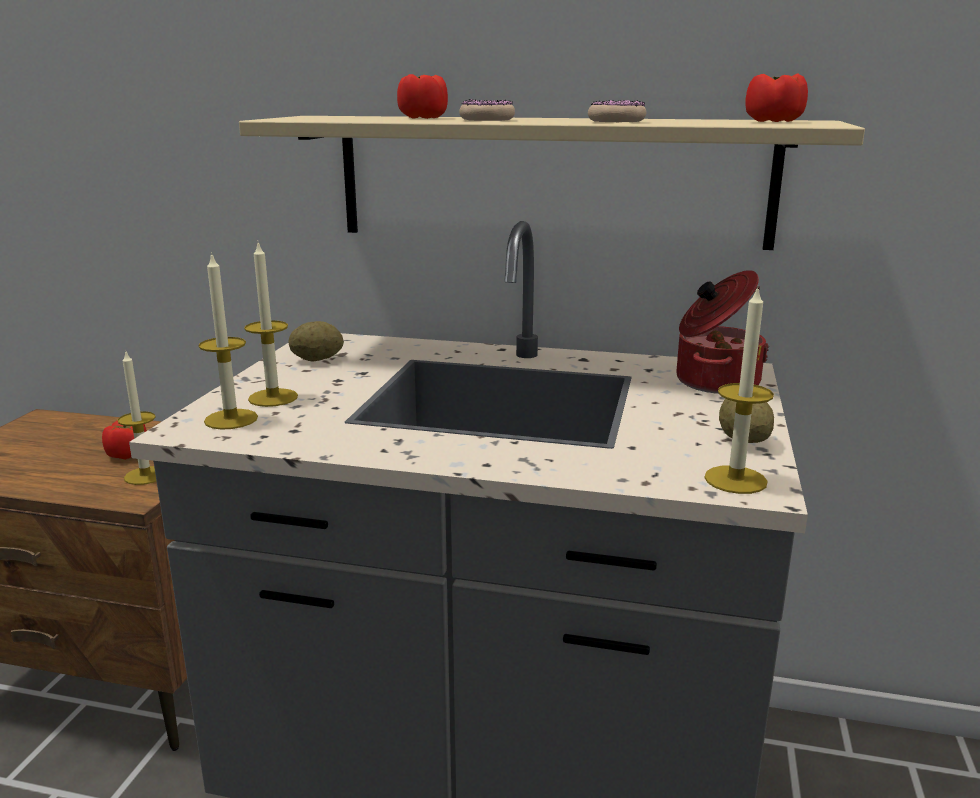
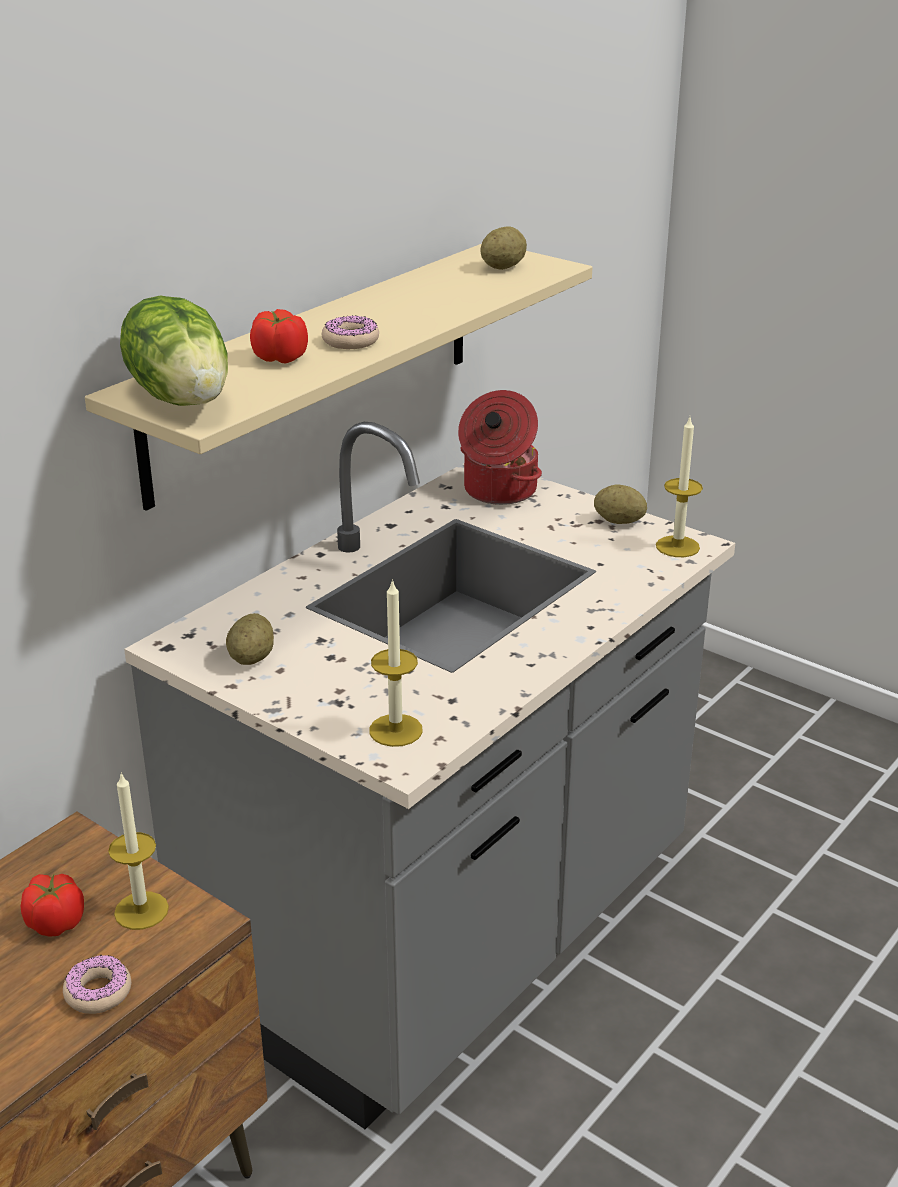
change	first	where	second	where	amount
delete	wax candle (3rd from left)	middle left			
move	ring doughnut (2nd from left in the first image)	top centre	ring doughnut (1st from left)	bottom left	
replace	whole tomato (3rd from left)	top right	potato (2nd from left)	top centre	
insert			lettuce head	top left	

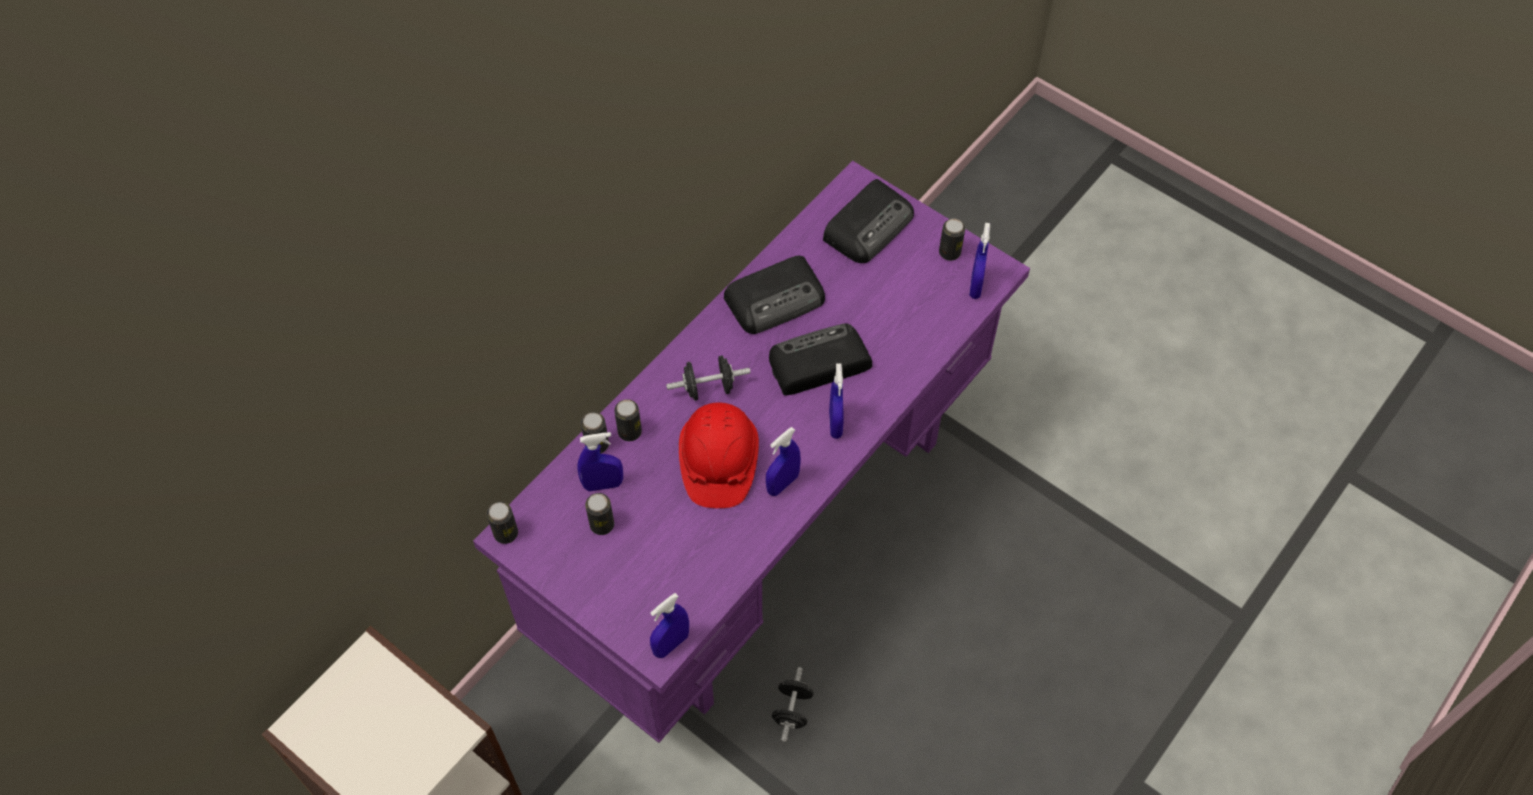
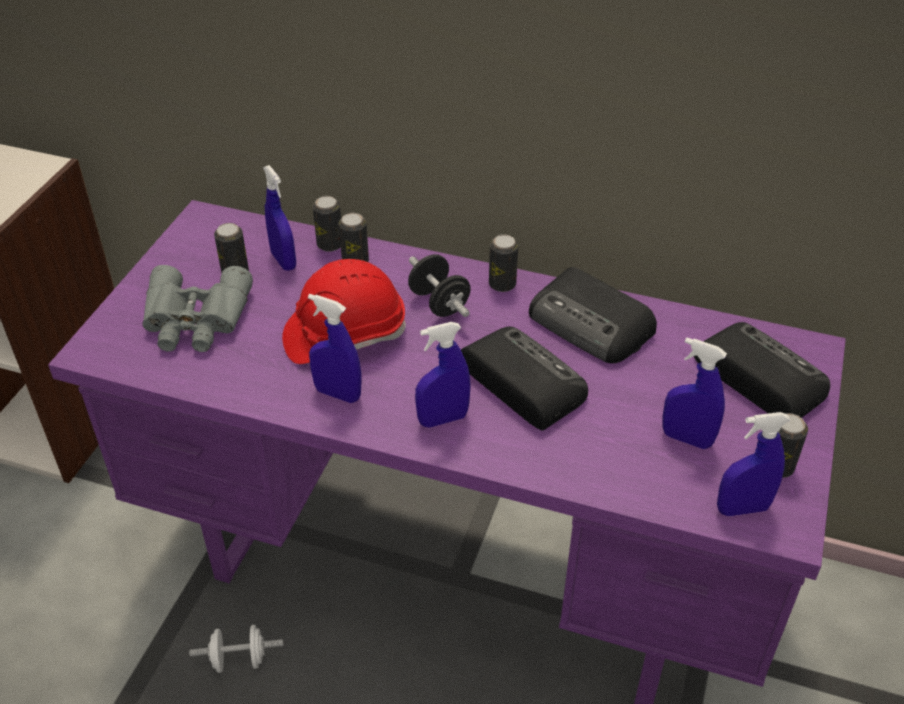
change	first	where	second	where	amount
move	metal can (1st from left in the first image)	middle left	metal can (4th from left)	centre	
move	hand sprayer (bluish) (2nd from left in the first image)	bottom centre	hand sprayer (bluish) (4th from left)	middle right	
recolor	dumbbell (black) (2nd from left)	bottom centre	dumbbell (whitish)	bottom left	
rotate	radio set (3rd from left)	top centre		middle right	150 degrees counterclockwise
insert			pair of binoculars (gray)	middle left	

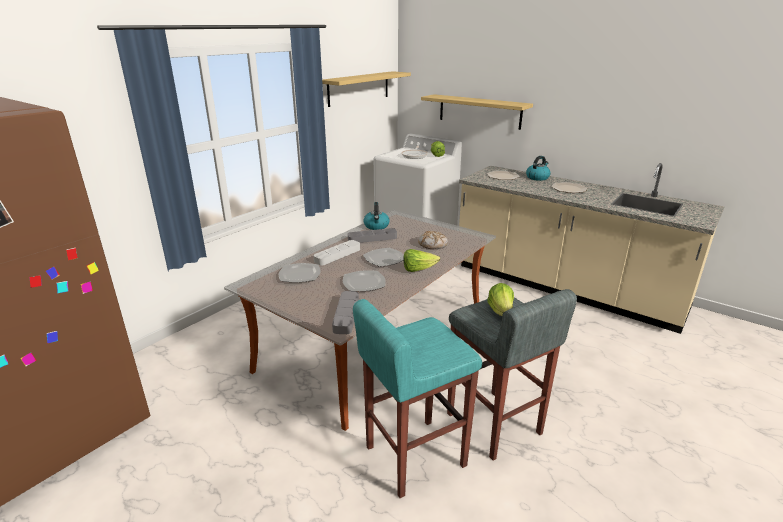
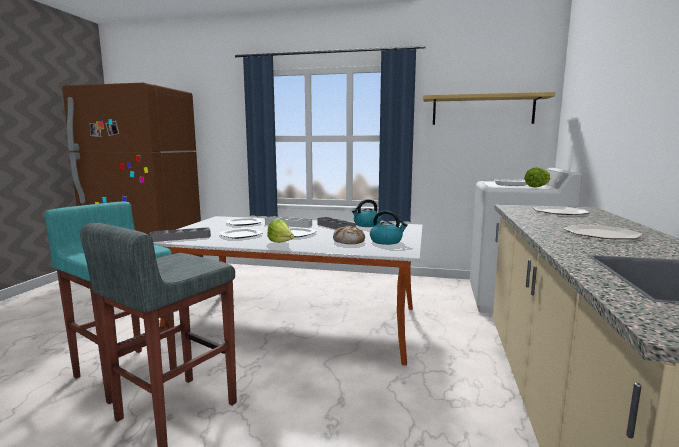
change	first	where	second	where	amount
delete	wall shelf (2nd from left)	top centre			
delete	lettuce head (3rd from left)	centre			
move	tea kettle (2nd from left)	top right		centre	

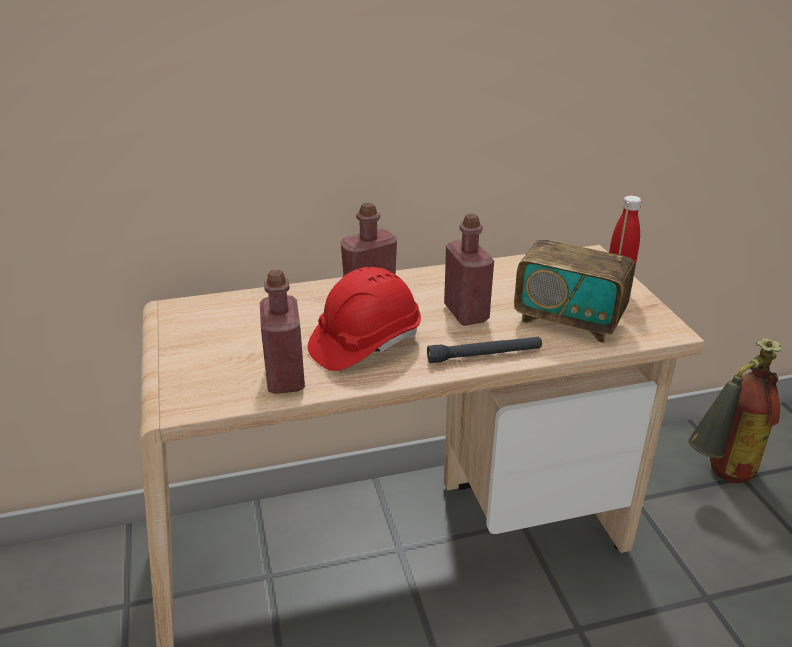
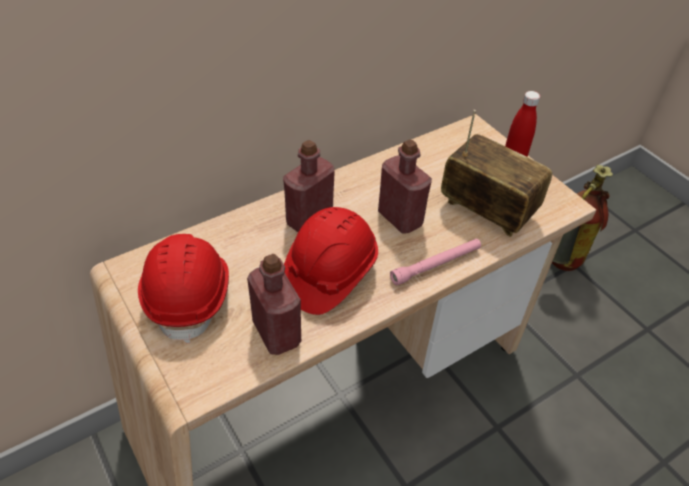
change	first	where	second	where	amount
recolor	flashlight (black)	centre	flashlight (pink-coloured)	centre	
rotate	radio set	middle right		middle right	150 degrees counterclockwise
insert			safety helmet (red-coloured) (1st from left)	middle left	

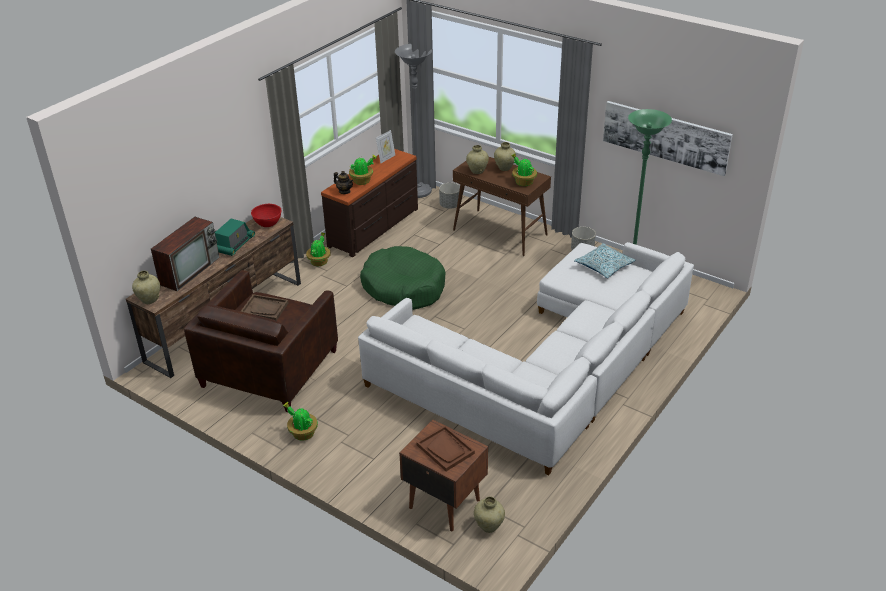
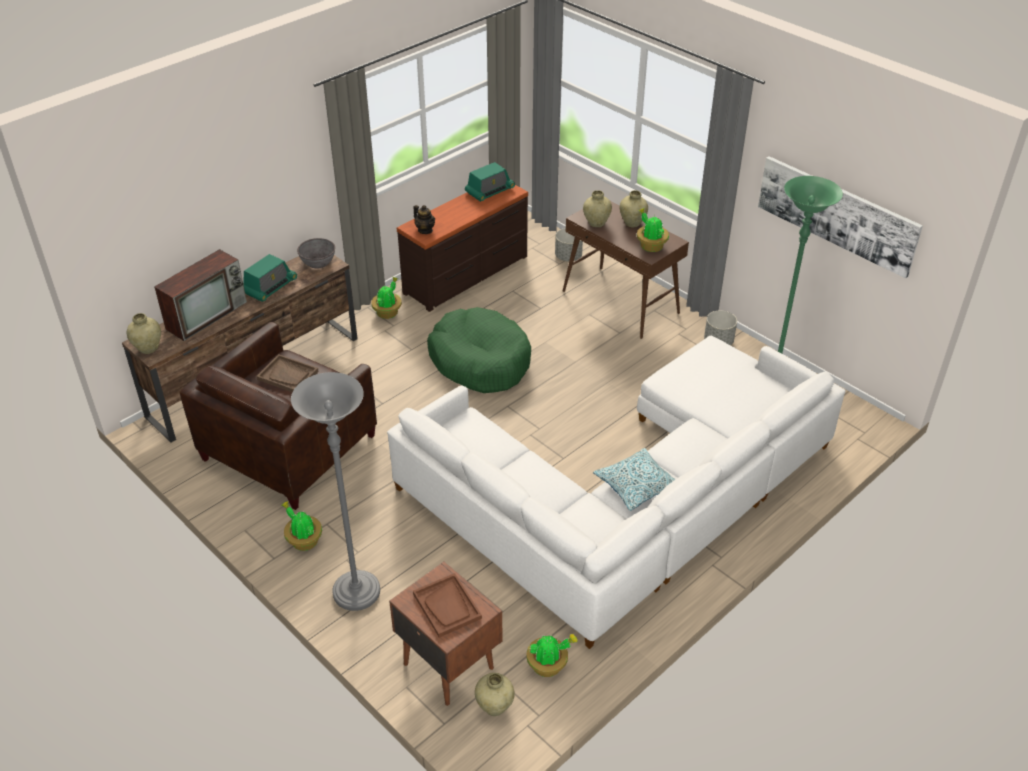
change	first	where	second	where	amount
recolor	deep dish (red-coloured)	middle left	deep dish (gray)	top left	
move	plant in a pot (3rd from left)	top centre		bottom centre	
replace	standing frame	top centre	radio set (2nd from left)	top centre	
move	floor lamp (gray)	top centre		middle left	
move	pillow	middle right		centre	

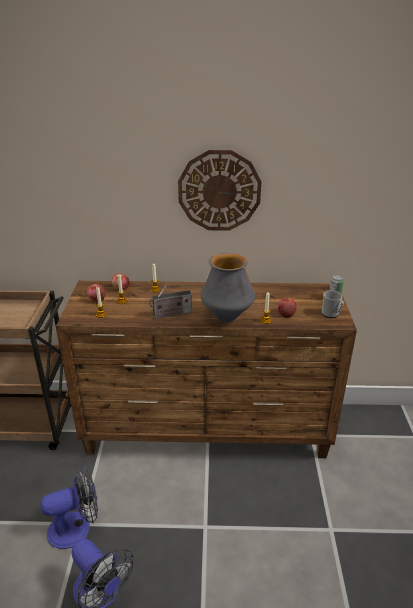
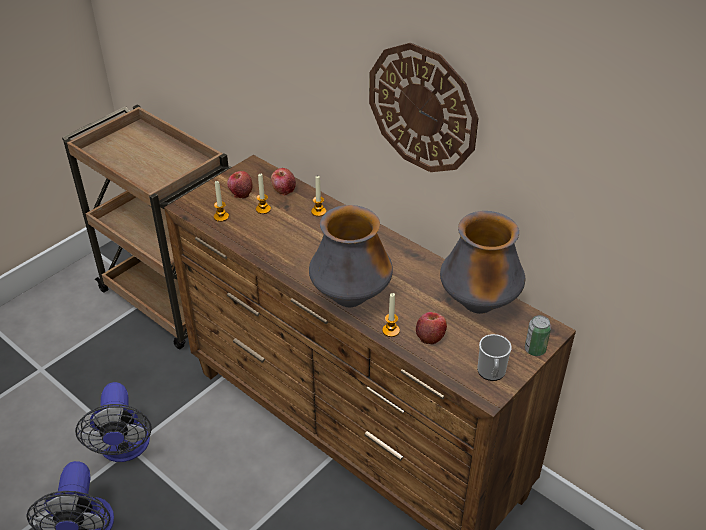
change	first	where	second	where	amount
rotate	electric fan (1st from left in the first image)	bottom left	electric fan (2nd from left)	bottom left	60 degrees clockwise
delete	radio set	centre			
insert			vase (2nd from left)	middle right	

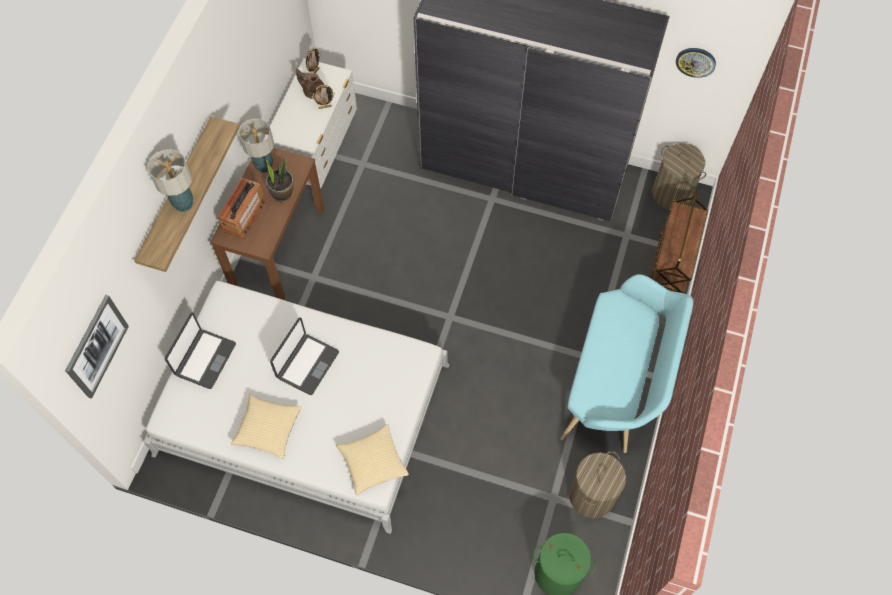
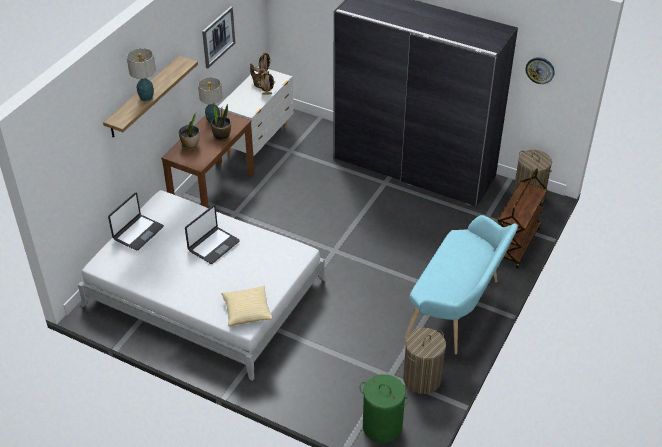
change	first	where	second	where	amount
move	wall art	middle left		top left	
replace	radio set	middle left	plant in a pot (1st from left)	top left	
delete	pillow (1st from left)	bottom left			

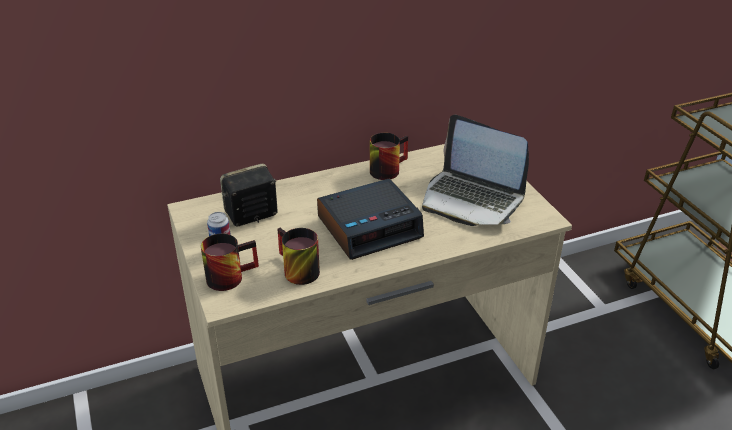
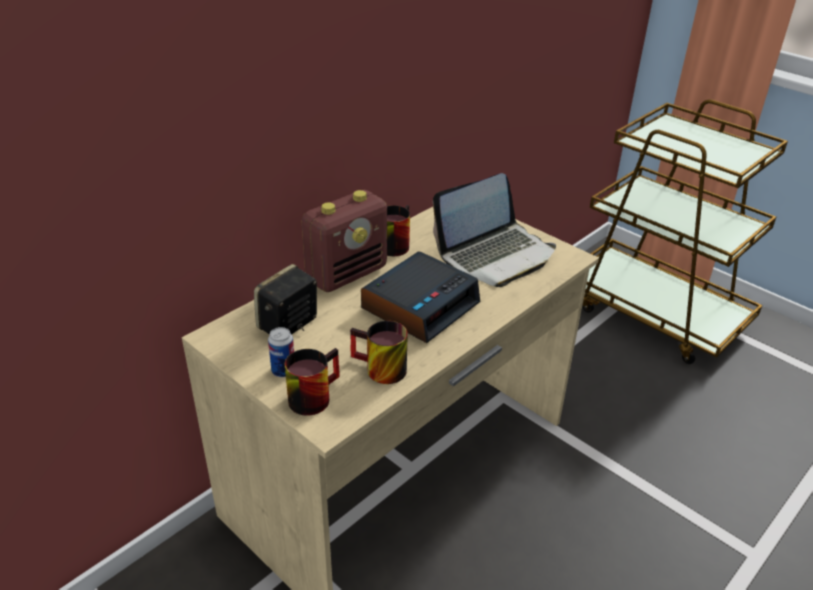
change	first	where	second	where	amount
rotate	portable computer	centre		centre	45 degrees counterclockwise
insert			radio set	centre	

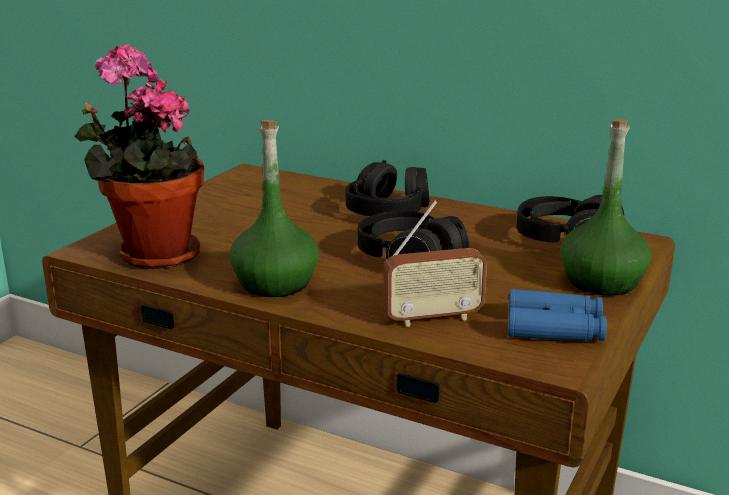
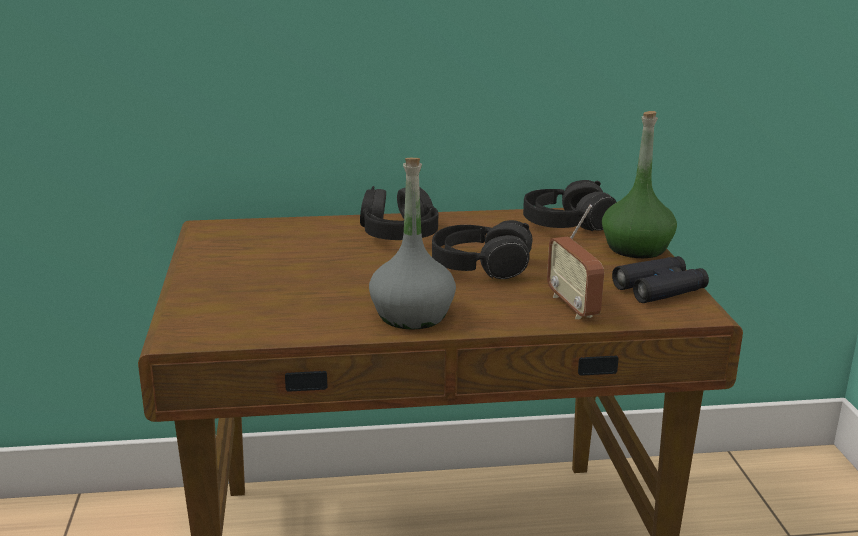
change	first	where	second	where	amount
delete	plant in a pot	top left			
recolor	beverage bottle (green-coloured) (1st from left)	centre	beverage bottle (gray)	centre	
rotate	radio set	centre		middle right	120 degrees clockwise
recolor	pair of binoculars (bluish)	middle right	pair of binoculars (black)	middle right	

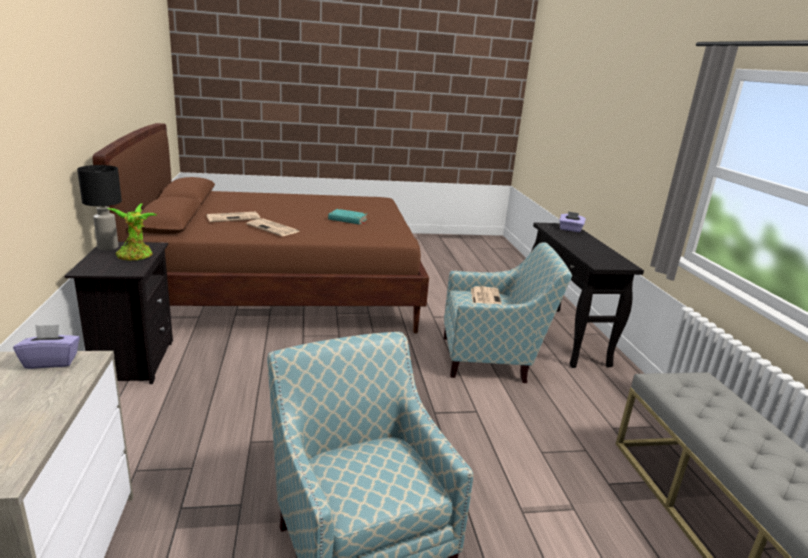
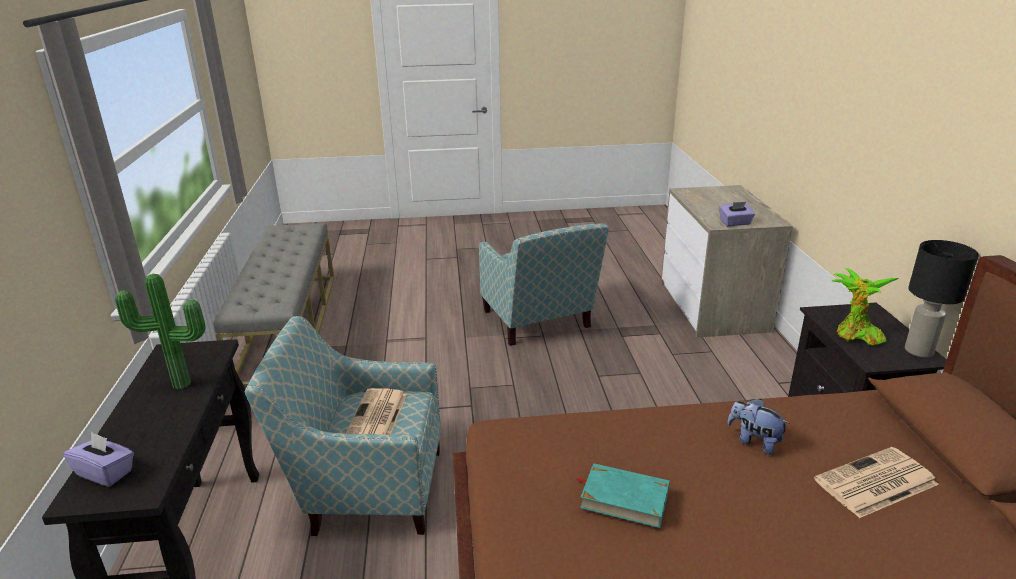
change	first	where	second	where	amount
replace	printed paper (2nd from left)	centre	plush toy	bottom right	
insert			plant in a pot (1st from left)	middle left	

